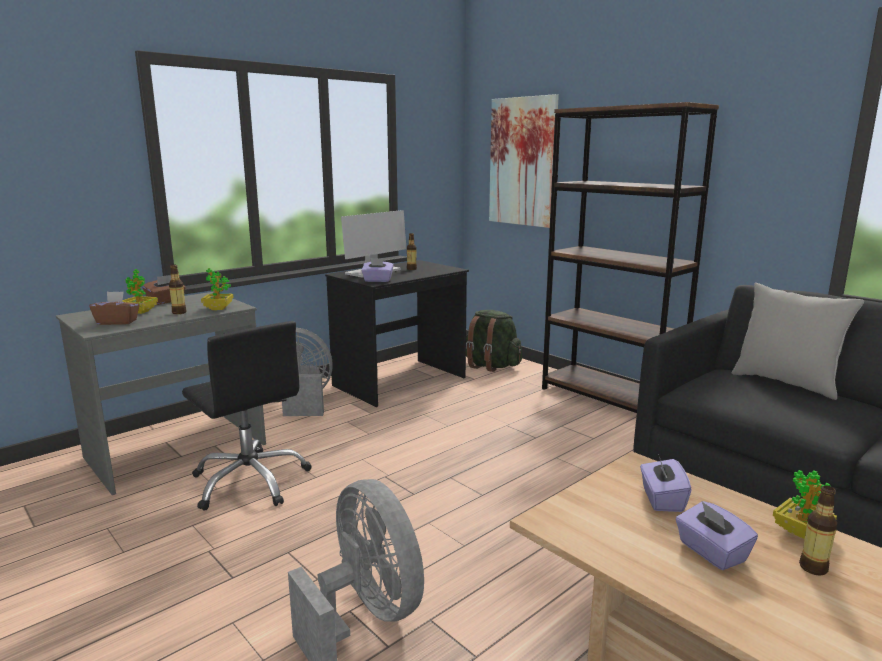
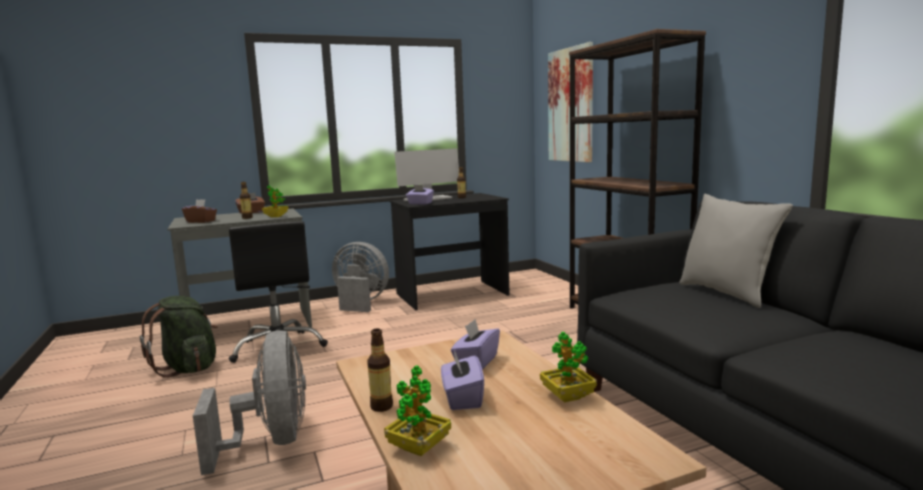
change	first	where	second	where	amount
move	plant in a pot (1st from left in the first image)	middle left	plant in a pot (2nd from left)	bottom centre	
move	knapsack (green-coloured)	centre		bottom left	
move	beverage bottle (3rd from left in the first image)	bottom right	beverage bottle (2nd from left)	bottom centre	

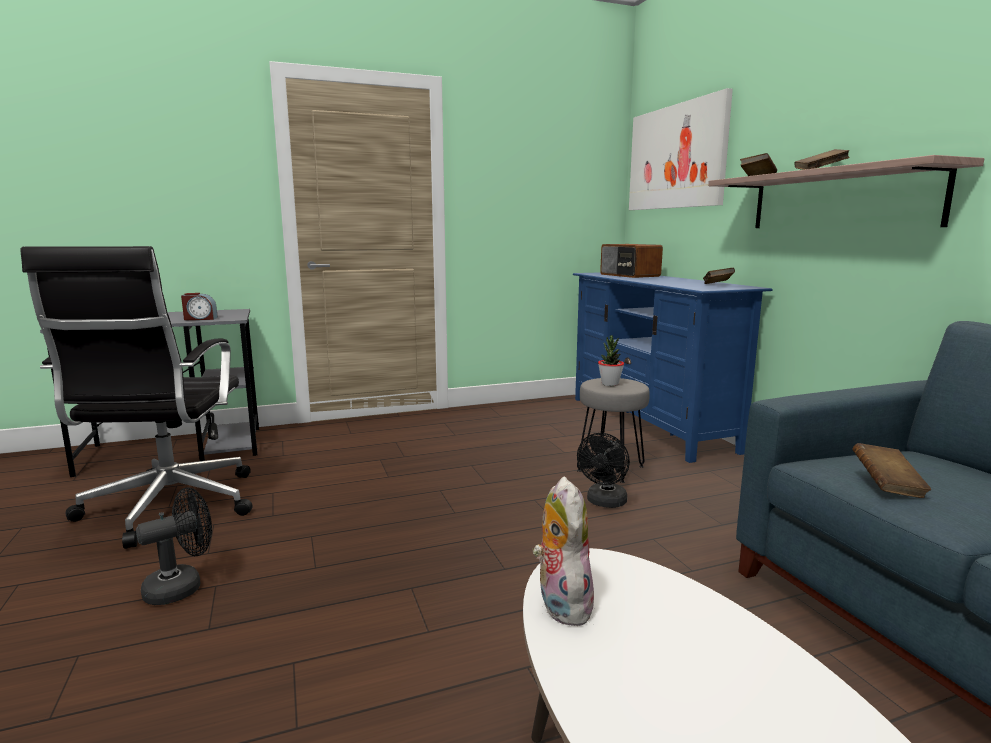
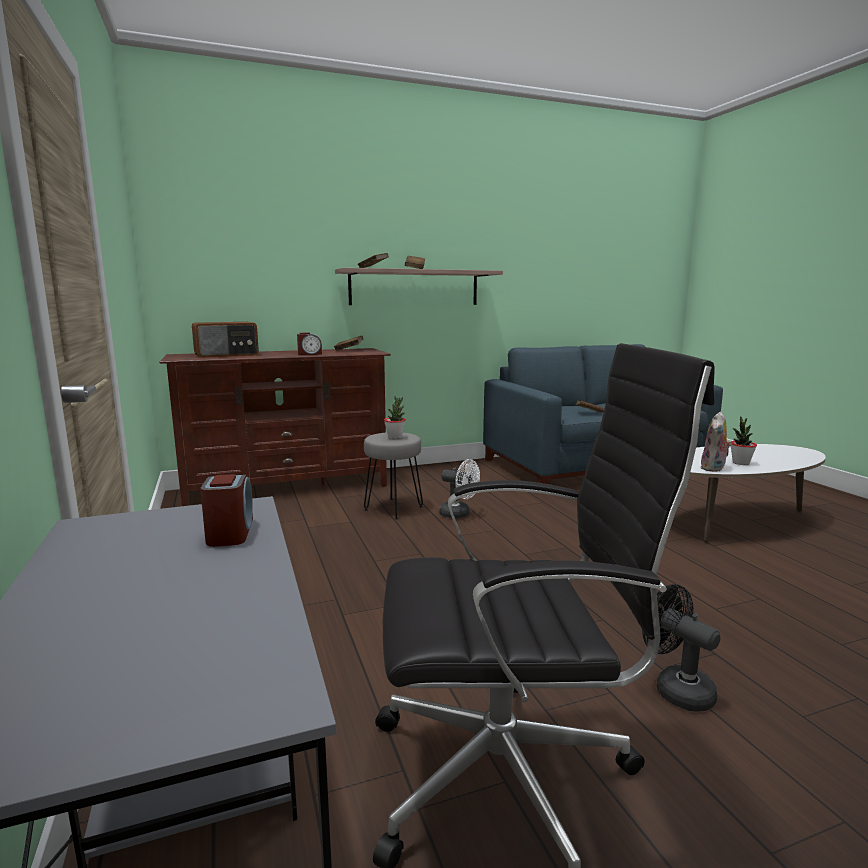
change	first	where	second	where	amount
rotate	plush toy	bottom centre		middle right	45 degrees counterclockwise
recolor	media console (bluish)	middle right	media console (brown-coloured)	middle left	
recolor	electric fan (black) (2nd from left)	centre	electric fan (whitish)	centre	
delete	wall art	top right			
insert			table clock (2nd from left)	centre	
insert			plant in a pot (2nd from left)	middle right	

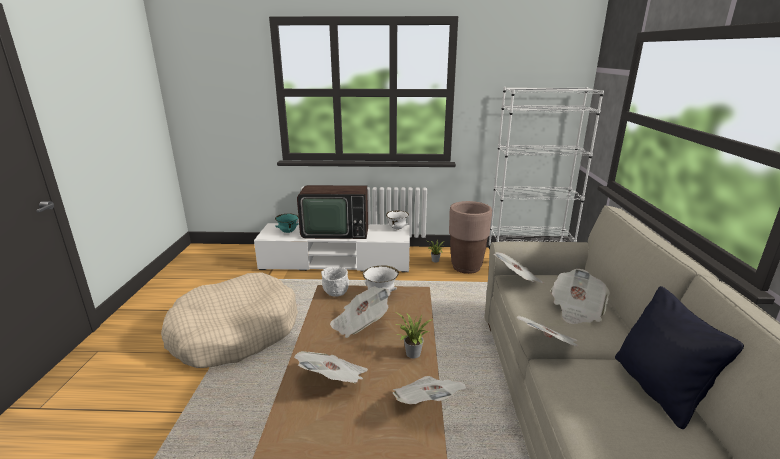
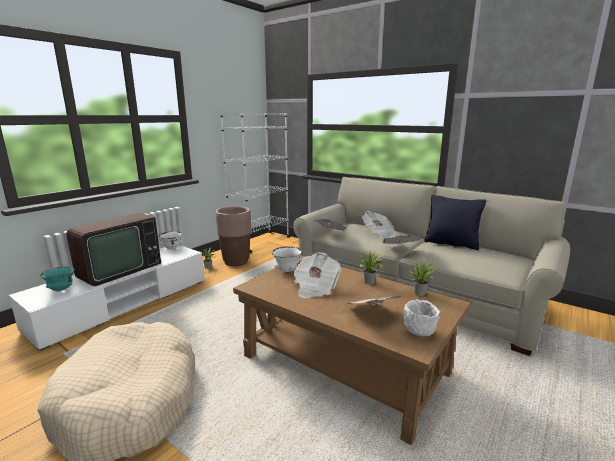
change	first	where	second	where	amount
move	deep dish (whitish) (1st from left in the first image)	centre	deep dish (whitish) (3rd from left)	bottom right	
replace	printed paper (3rd from left)	bottom centre	plant in a pot (3rd from left)	middle right	

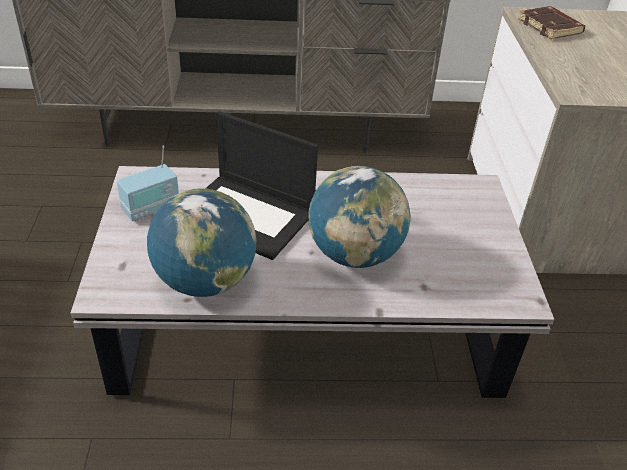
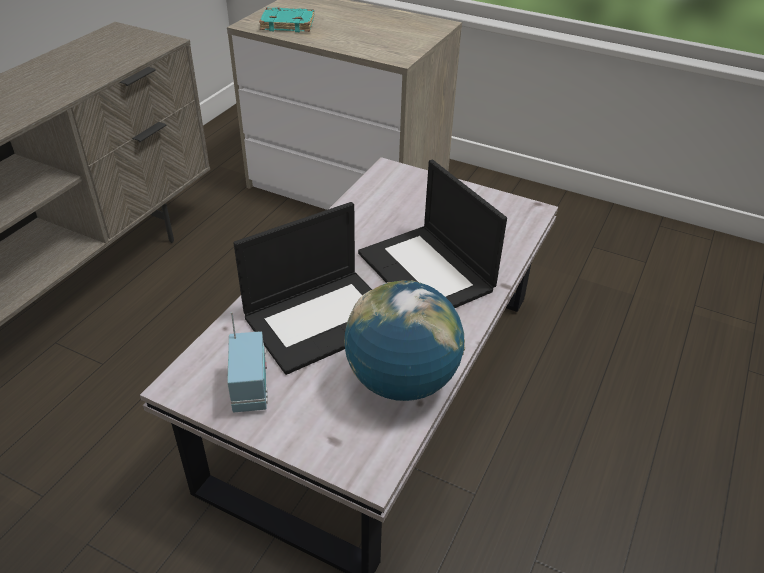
change	first	where	second	where	amount
replace	desk globe (2nd from left)	centre	portable computer (2nd from left)	centre	
recolor	book (brown-coloured)	top right	book (turquoise-coloured)	top centre	

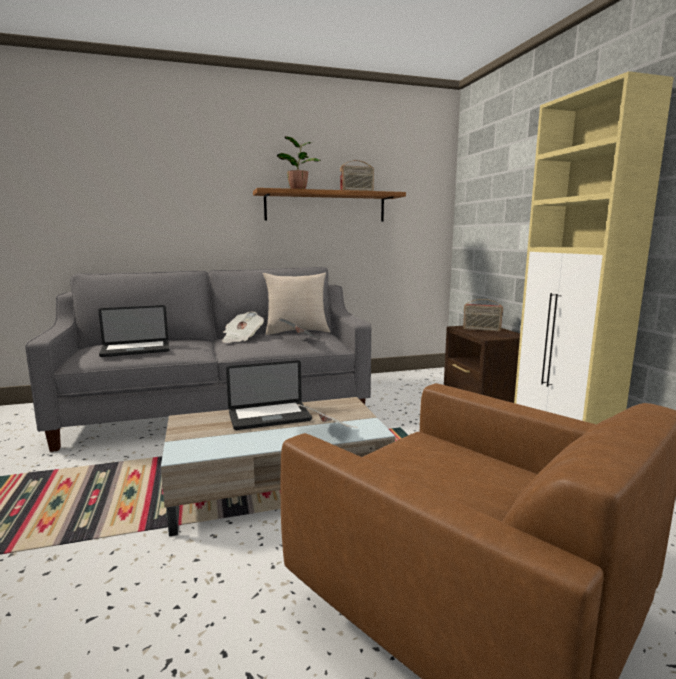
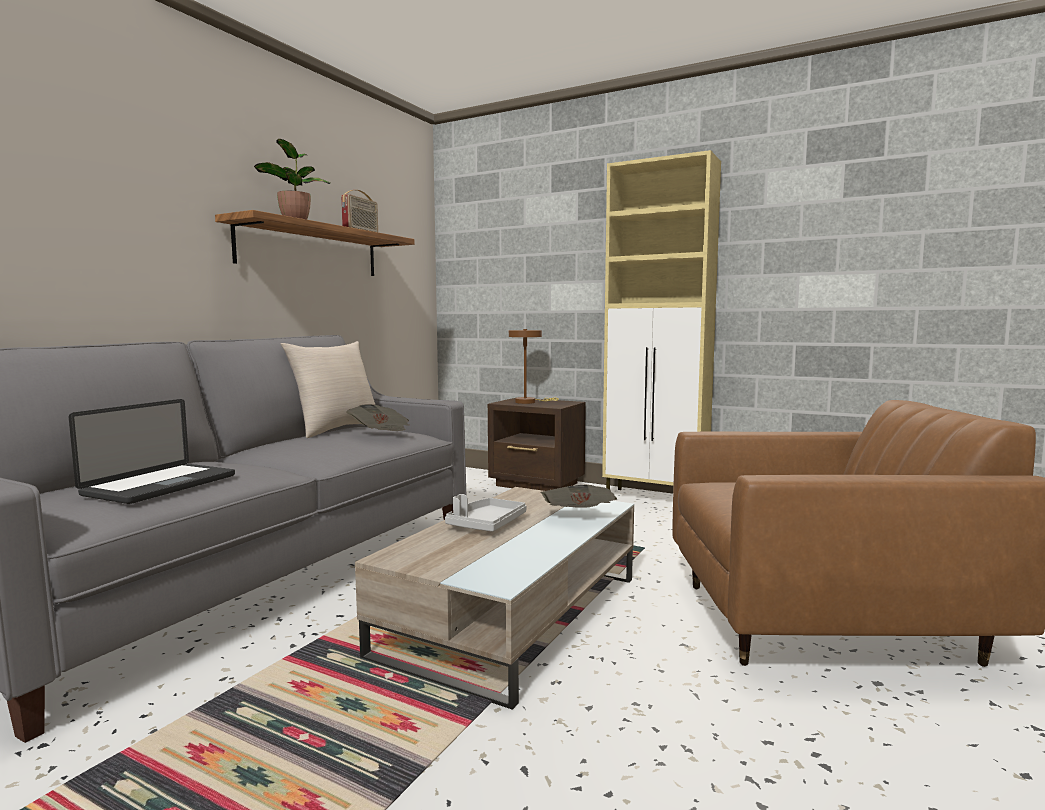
change	first	where	second	where	amount
delete	printed paper (1st from left)	centre			
replace	portable computer (2nd from left)	centre	carrying tray (gray)	centre	
replace	radio set (2nd from left)	middle right	lamp for a table (brown-coloured)	centre	

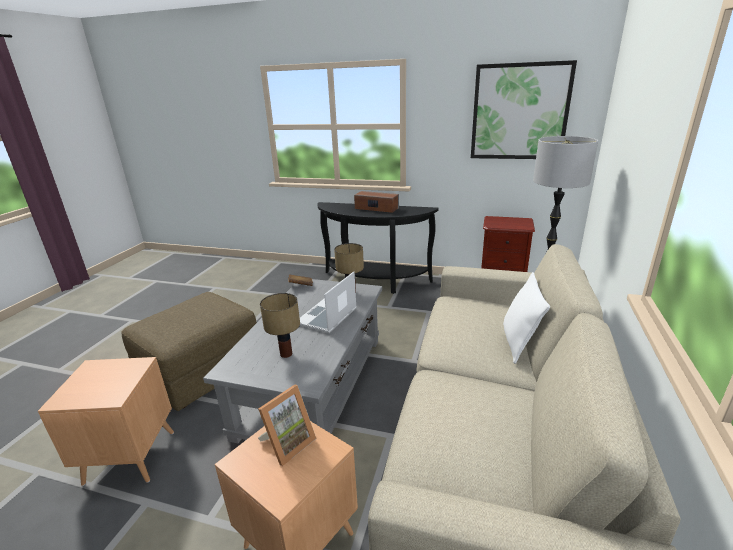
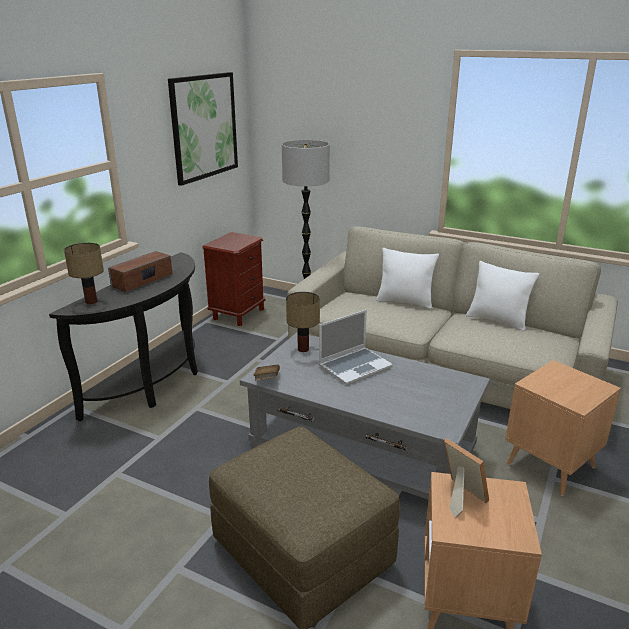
change	first	where	second	where	amount
move	standing frame	bottom centre		bottom right	
move	lamp for a table (1st from left)	centre		middle left	
rotate	portable computer	centre		centre	75 degrees counterclockwise
insert			pillow (whitish) (2nd from left)	middle right	

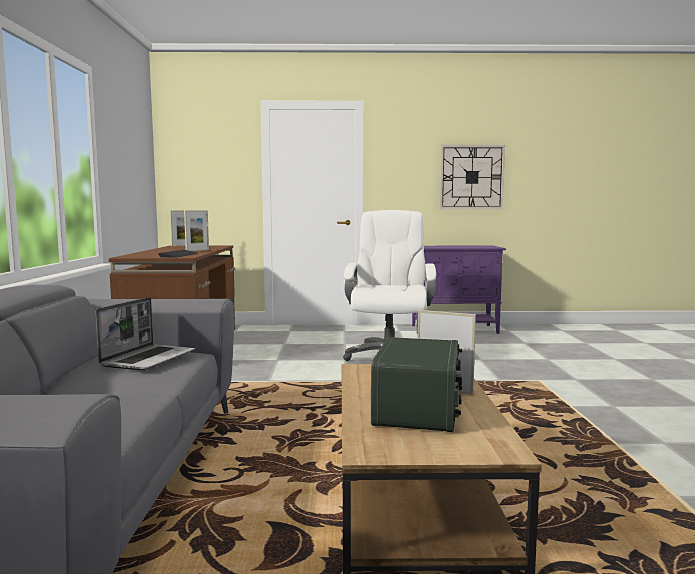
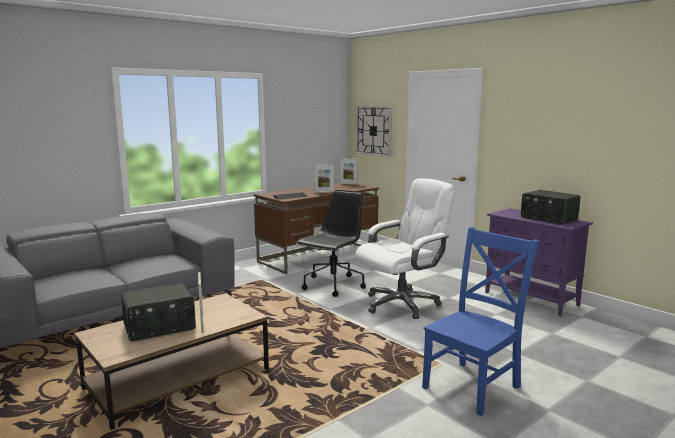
change	first	where	second	where	amount
delete	portable computer	middle left			
move	hanging clock	top right		top centre	
insert			computer chair (black)	centre	
insert			upright chair (bluish)	bottom right	
insert			radio set (2nd from left)	middle right	

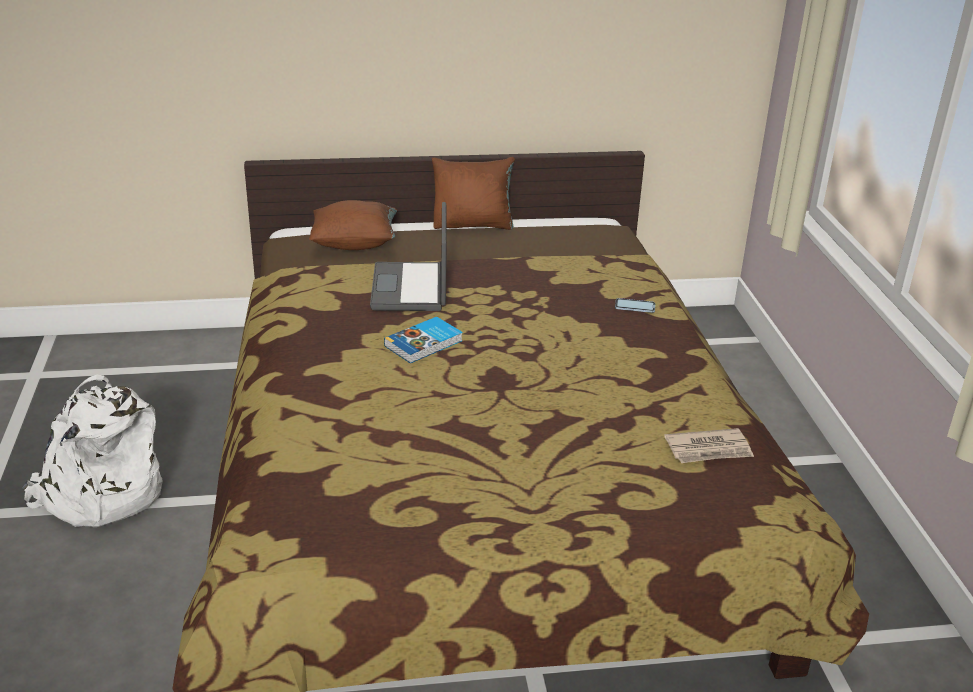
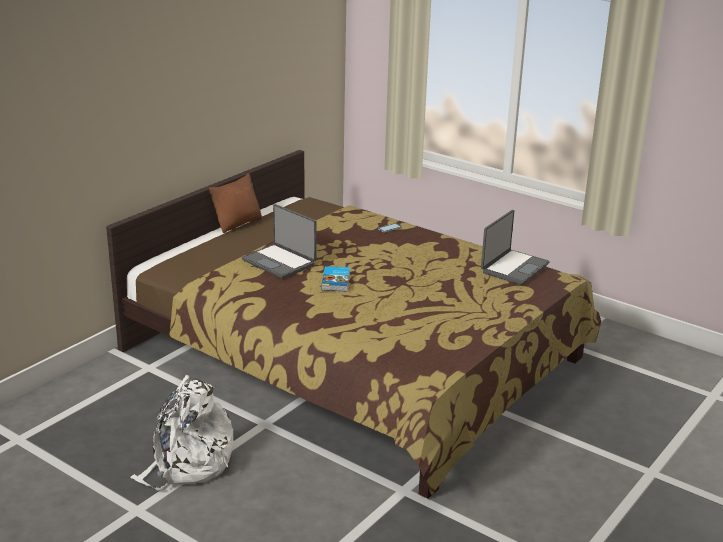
change	first	where	second	where	amount
delete	pillow (brown-coloured) (1st from left)	top centre			
replace	printed paper	middle right	portable computer (2nd from left)	middle right	

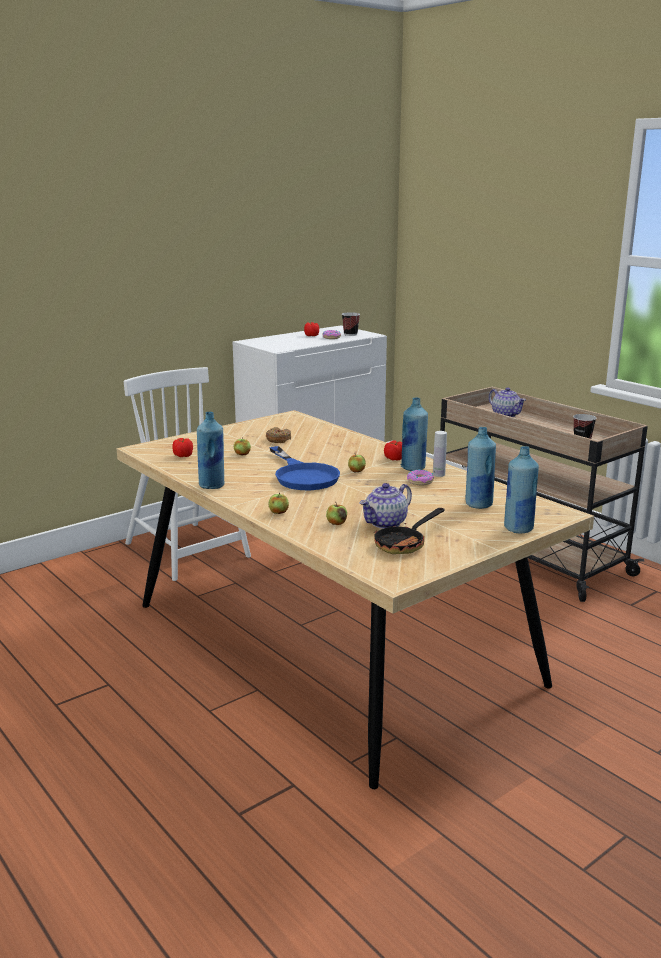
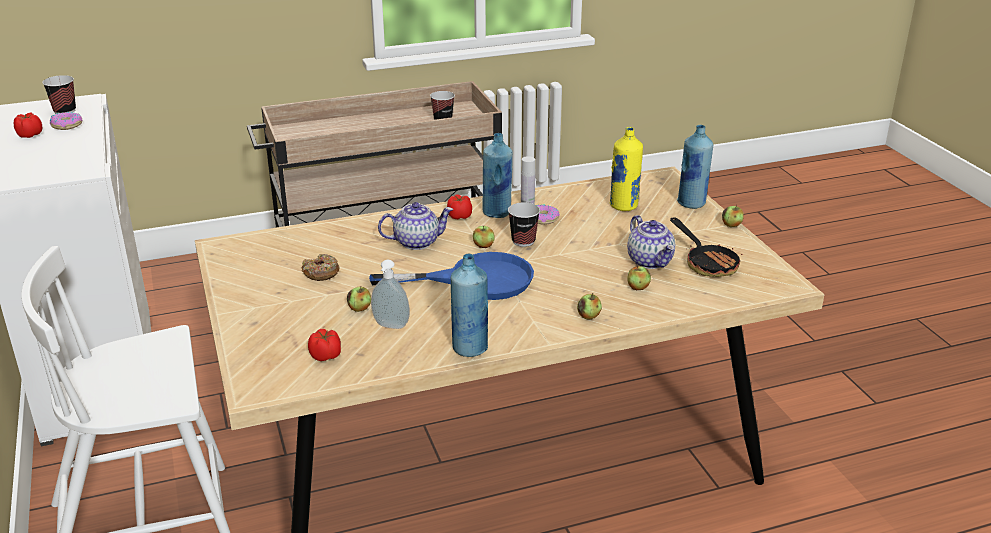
change	first	where	second	where	amount
recolor	beverage bottle (bluish) (3rd from left)	middle right	beverage bottle (yellowish)	top centre	
move	tea pot (2nd from left in the first image)	middle right	tea pot (1st from left)	centre	
insert			liquid soap bottle	centre	
insert			small cup (3rd from left)	centre	
insert			apple (5th from left)	middle right	

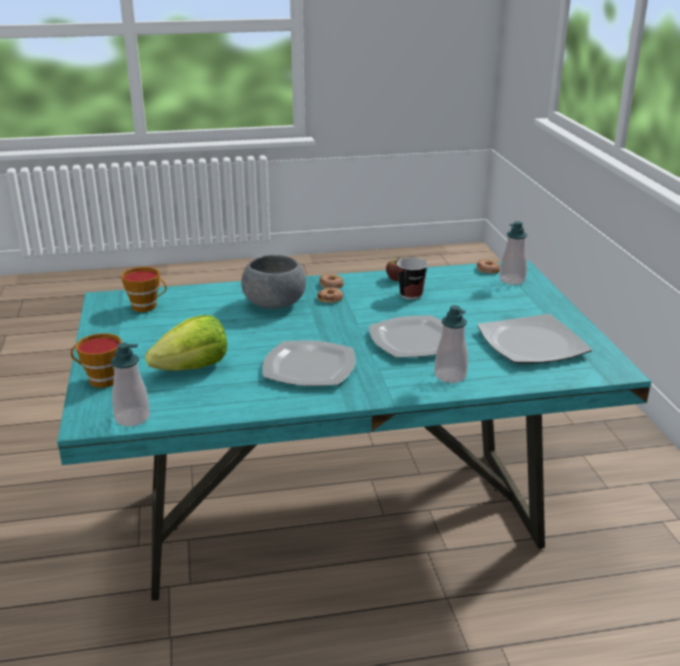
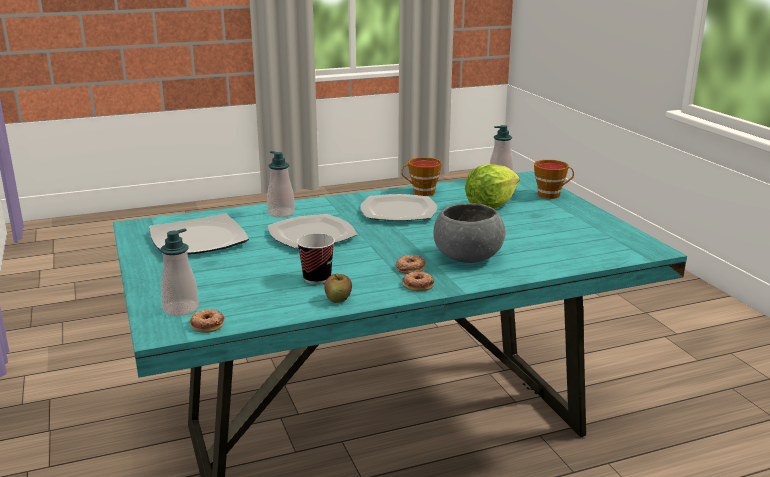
change	first	where	second	where	amount
move	small cup (2nd from left)	middle left		centre	

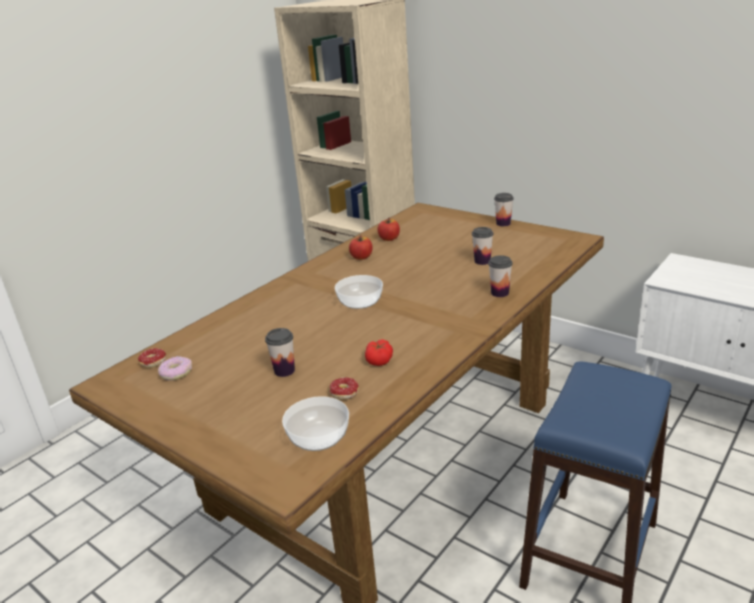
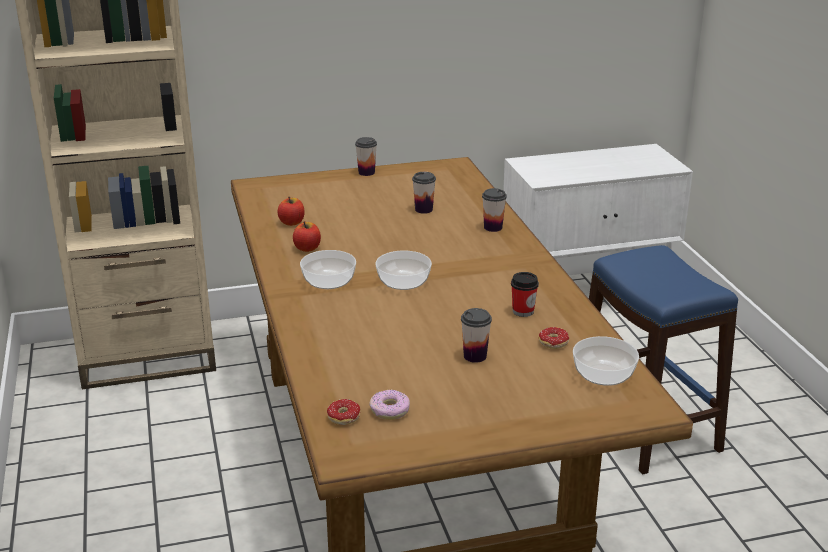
change	first	where	second	where	amount
replace	whole tomato	centre	small cup (5th from left)	centre	
insert			deep dish (1st from left)	centre	

